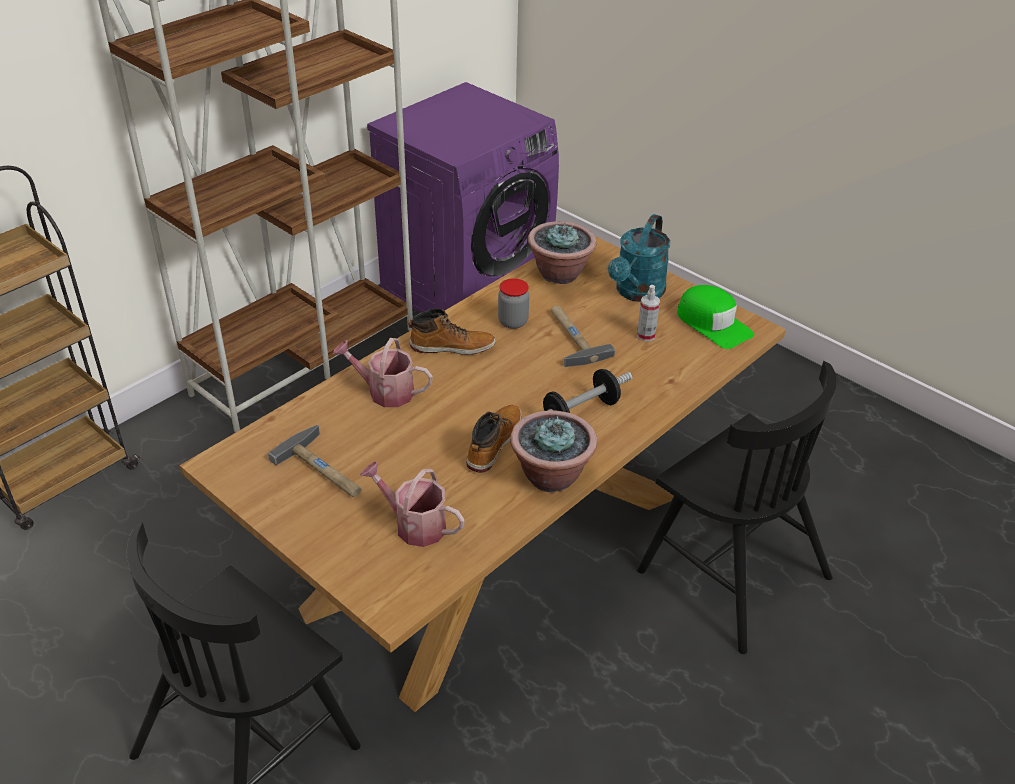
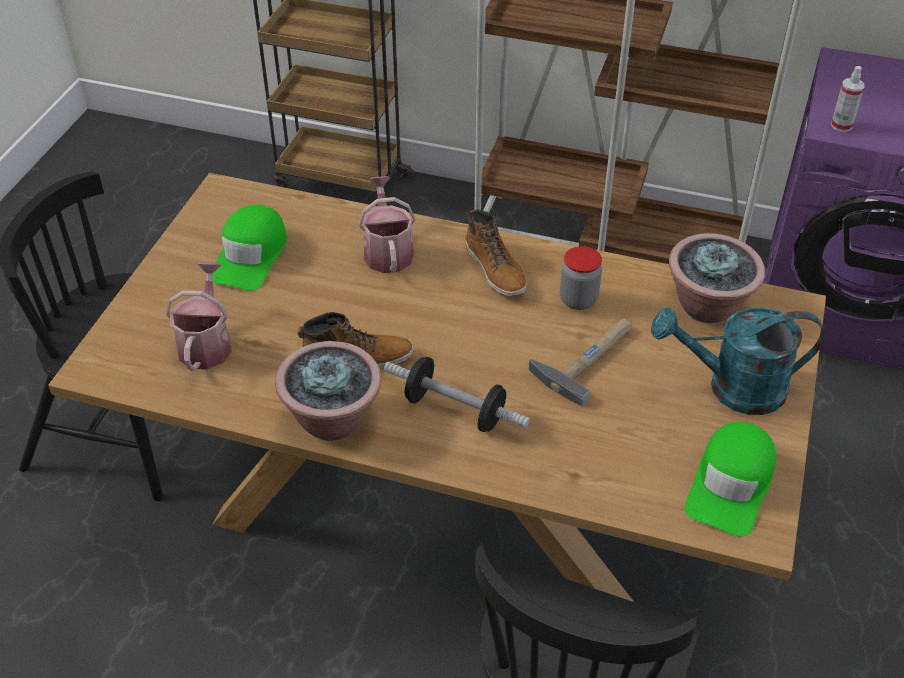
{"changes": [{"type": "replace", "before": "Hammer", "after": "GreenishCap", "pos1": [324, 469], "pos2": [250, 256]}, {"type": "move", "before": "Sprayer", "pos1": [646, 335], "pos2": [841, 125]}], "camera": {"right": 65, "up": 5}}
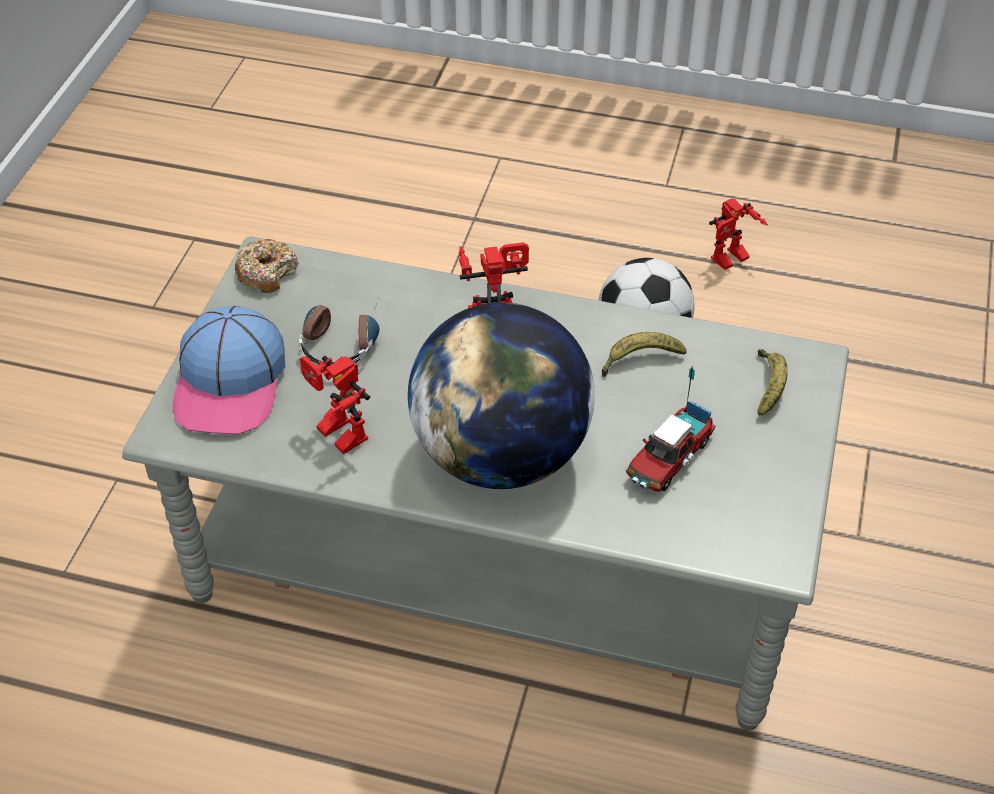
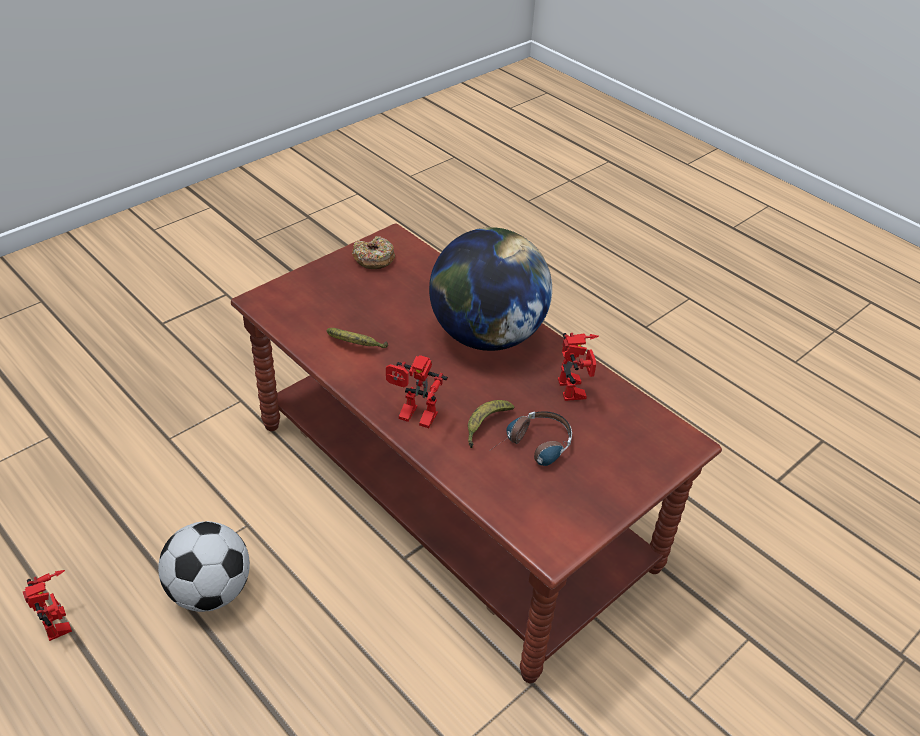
{"changes": [{"type": "rotate", "before": "ModelRobot", "pos1": [730, 261], "pos2": [62, 624], "turn": 60}, {"type": "recolor", "before": "GreyLowTable", "after": "BrownColouredLowTable", "pos1": [499, 560], "pos2": [451, 493]}, {"type": "move", "before": "Donut", "pos1": [267, 273], "pos2": [373, 259]}, {"type": "move", "before": "WholeBanana", "pos1": [769, 387], "pos2": [485, 426]}, {"type": "delete", "before": "Cap", "pos1": [231, 383]}, {"type": "delete", "before": "ToyTruck", "pos1": [669, 458]}], "camera": {"right": -150, "up": -5}}
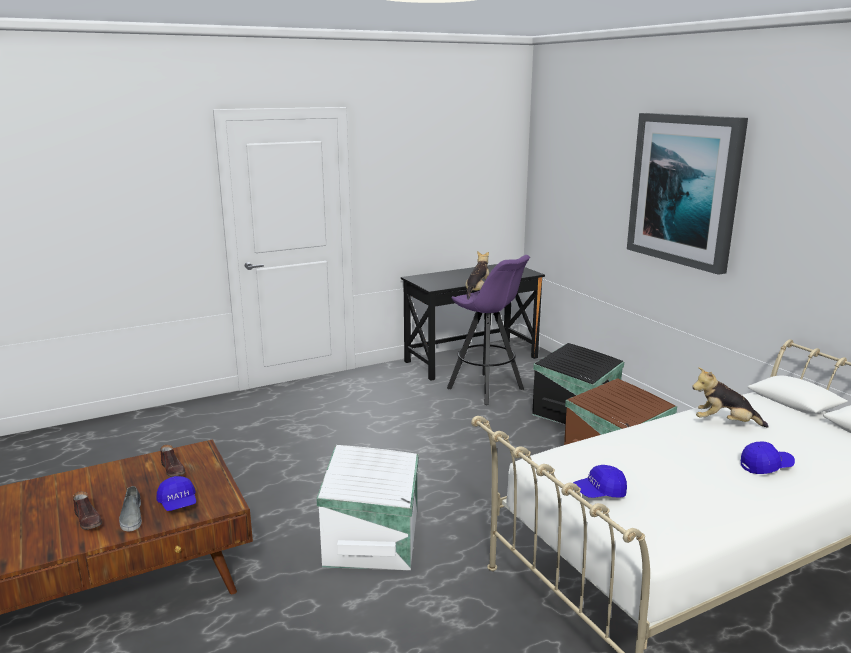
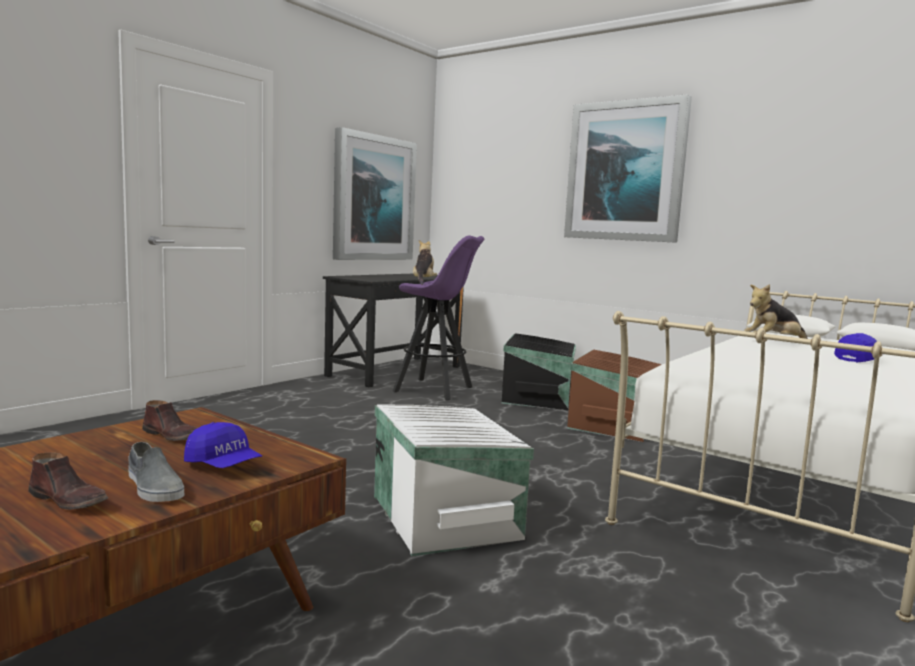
{"changes": [{"type": "insert", "after": "WallArt", "pos2": [373, 198]}, {"type": "delete", "before": "BluishCap", "pos1": [599, 493]}], "camera": {"right": -25, "up": -10}}
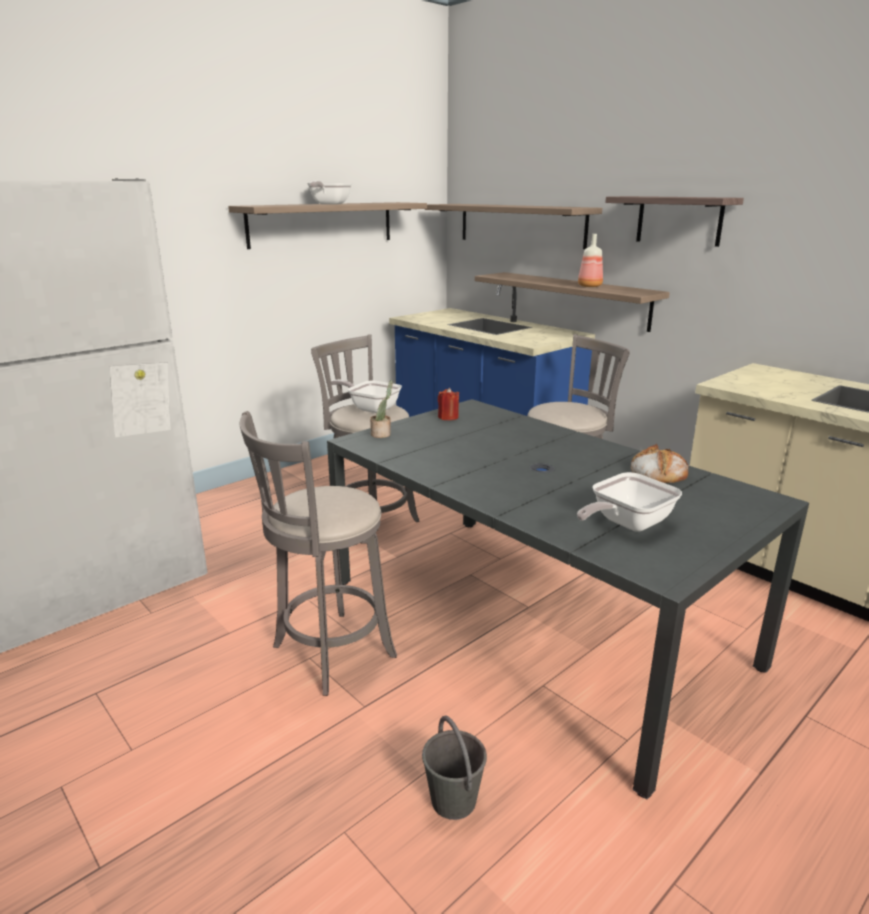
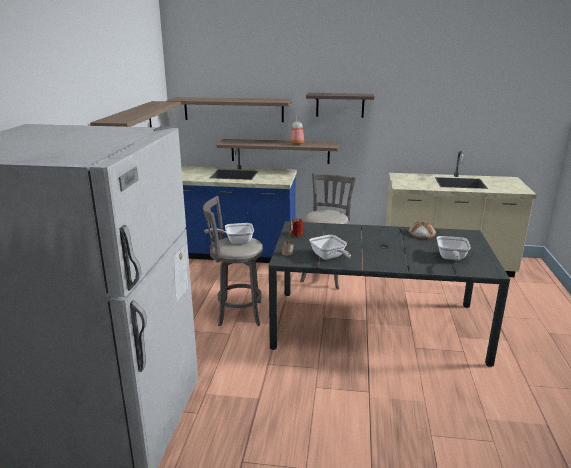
{"changes": [{"type": "move", "before": "FryingPan", "pos1": [328, 204], "pos2": [329, 257]}, {"type": "delete", "before": "GreyStoolSeat", "pos1": [328, 654]}, {"type": "delete", "before": "GreyPail", "pos1": [453, 799]}], "camera": {"right": -40, "up": 0}}
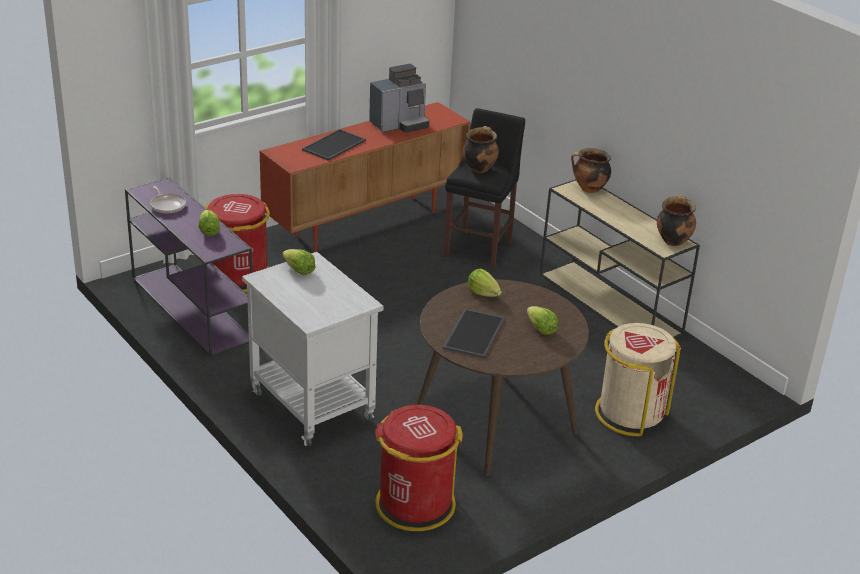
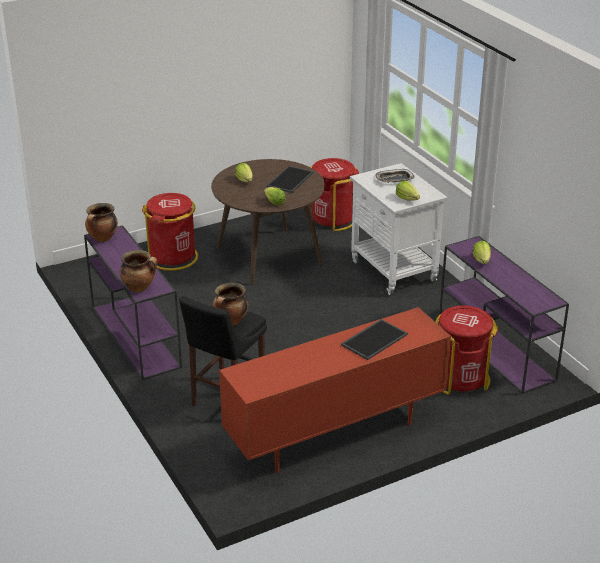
{"changes": [{"type": "recolor", "before": "BeigeColouredConsoleTable", "after": "PurpleConsoleTable", "pos1": [610, 304], "pos2": [134, 336]}, {"type": "recolor", "before": "BeigeColouredWasteBin", "after": "RedWasteBin", "pos1": [630, 413], "pos2": [173, 258]}, {"type": "insert", "after": "CarryingTray", "pos2": [394, 179]}, {"type": "delete", "before": "FryingPan", "pos1": [167, 205]}, {"type": "delete", "before": "CoffeeMaker", "pos1": [400, 124]}], "camera": {"right": -170, "up": 0}}
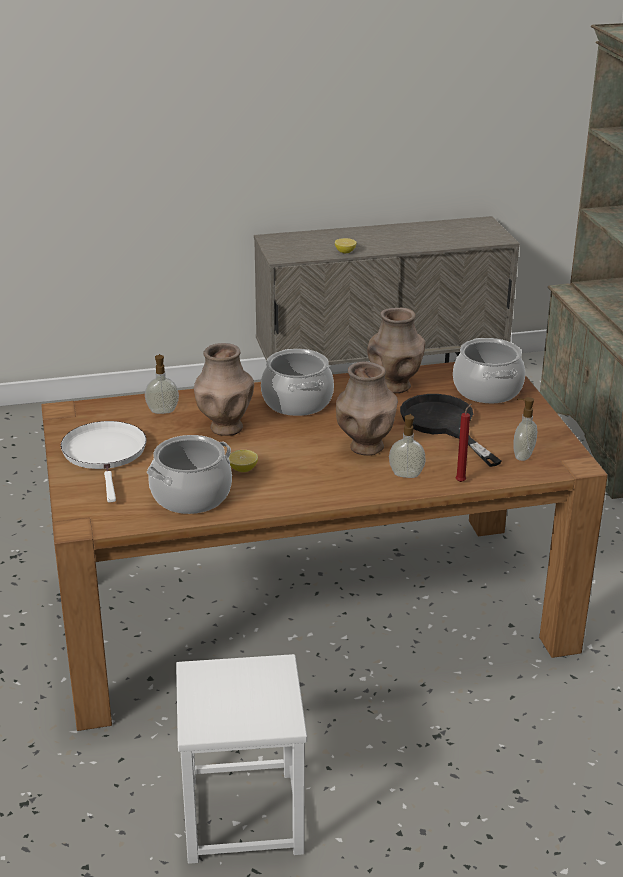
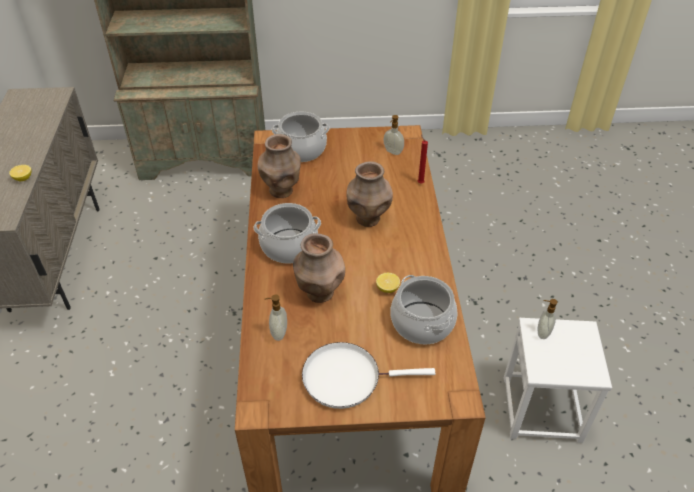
{"changes": [{"type": "move", "before": "SoapDispenser", "pos1": [406, 474], "pos2": [542, 332]}, {"type": "delete", "before": "BlackColouredFryingPan", "pos1": [443, 424]}], "camera": {"right": -80, "up": 15}}
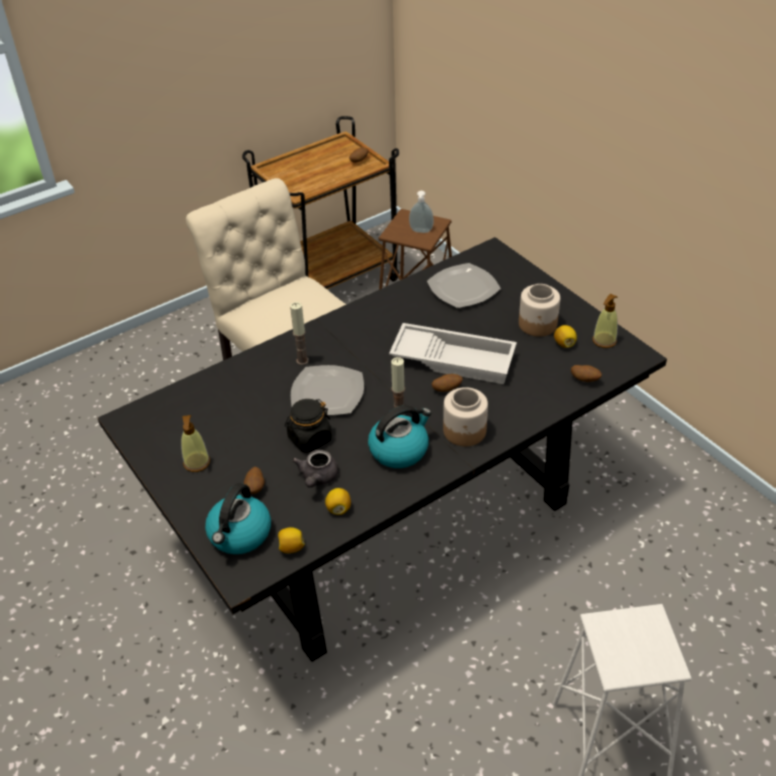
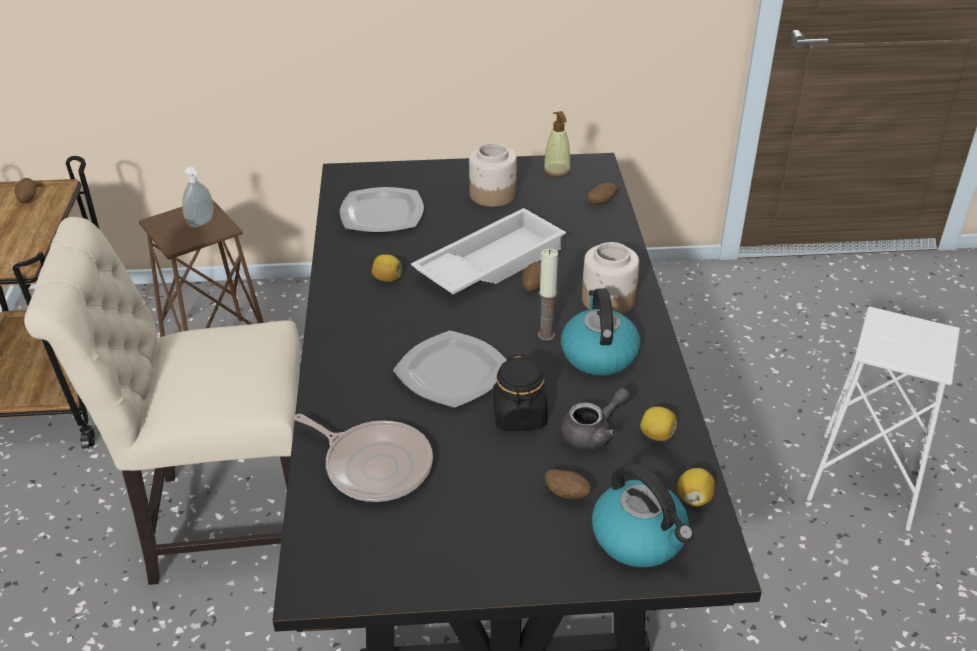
{"changes": [{"type": "insert", "after": "FryingPan", "pos2": [374, 465]}, {"type": "move", "before": "WholeLemon", "pos1": [564, 344], "pos2": [387, 279]}, {"type": "rotate", "before": "GreyPotForTea", "pos1": [317, 478], "pos2": [593, 434], "turn": -75}, {"type": "delete", "before": "SoapDispenser", "pos1": [197, 463]}, {"type": "delete", "before": "WaxLight", "pos1": [302, 361]}], "camera": {"right": -60, "up": -5}}
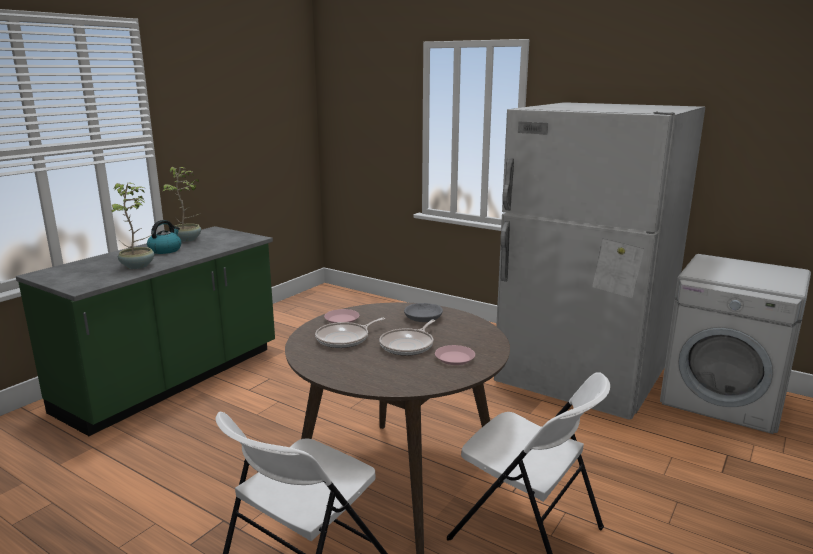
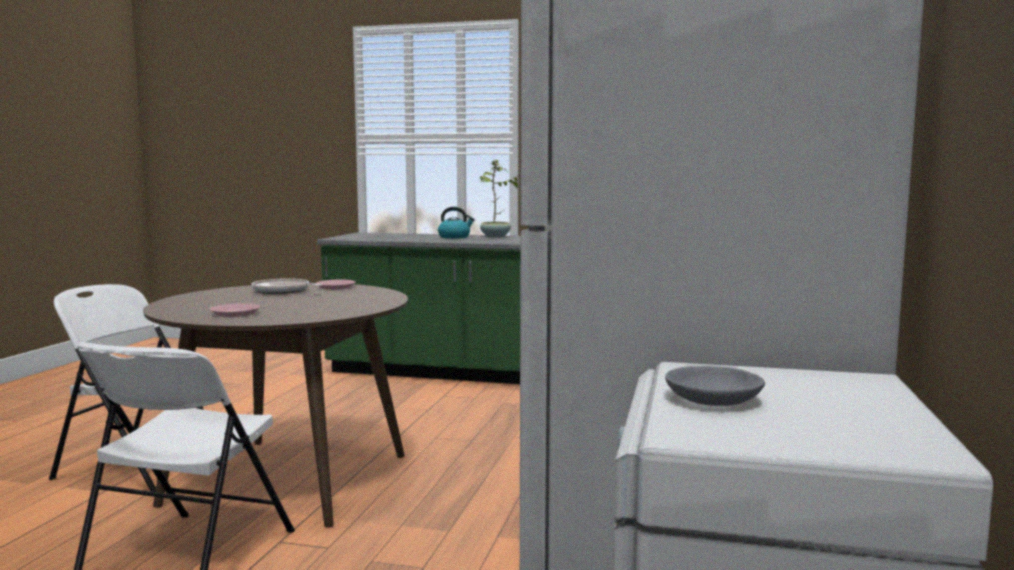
{"changes": [{"type": "move", "before": "GreyServingBowl", "pos1": [423, 318], "pos2": [715, 399]}, {"type": "delete", "before": "Houseplant", "pos1": [138, 266]}, {"type": "delete", "before": "FryingPan", "pos1": [408, 345]}], "camera": {"right": 70, "up": -10}}
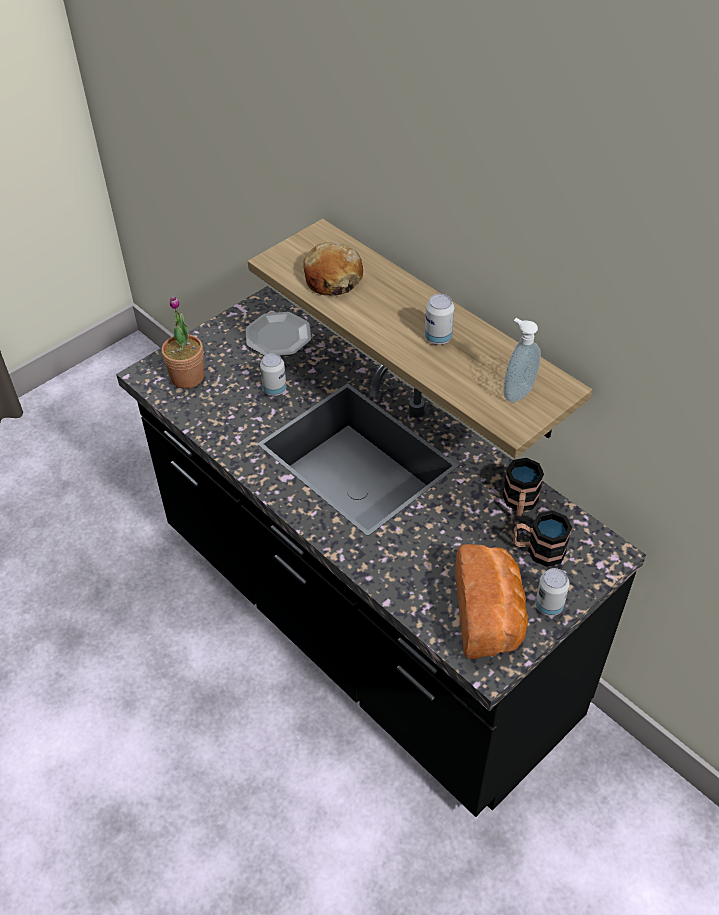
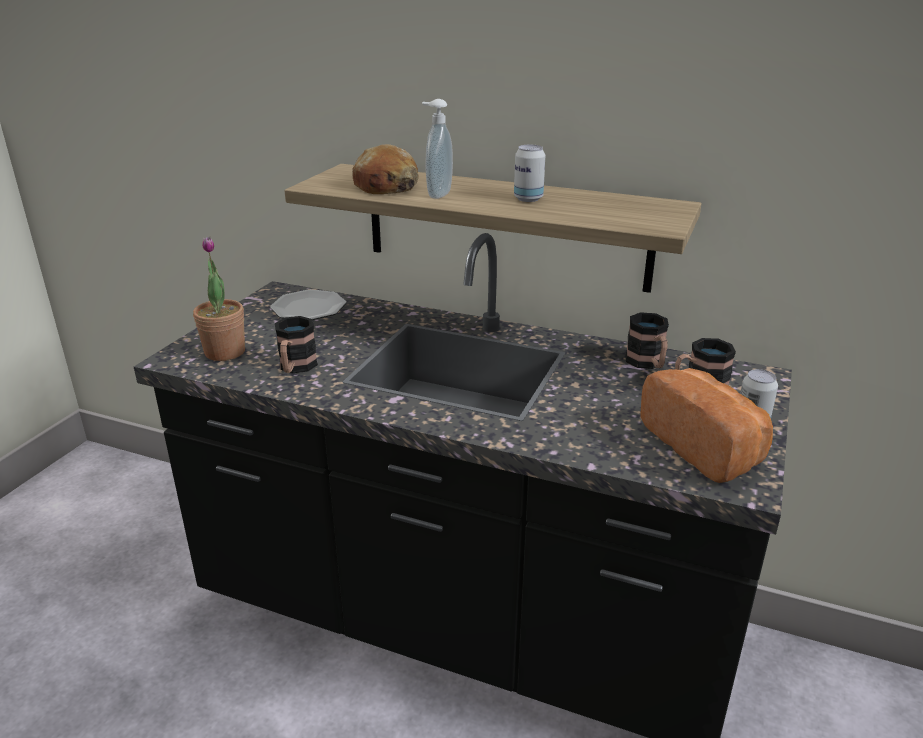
{"changes": [{"type": "insert", "after": "Mug", "pos2": [295, 368]}, {"type": "move", "before": "SoapDispenser", "pos1": [516, 392], "pos2": [437, 194]}, {"type": "delete", "before": "Can", "pos1": [274, 389]}], "camera": {"right": -25, "up": -20}}
